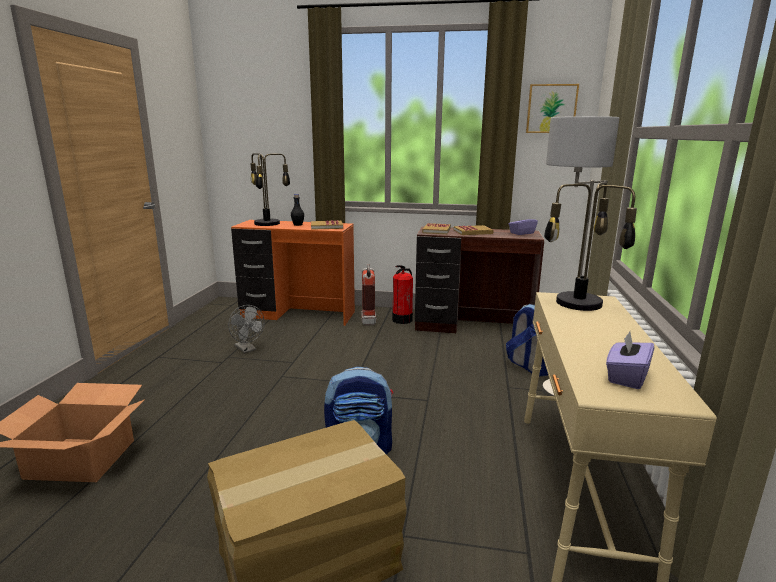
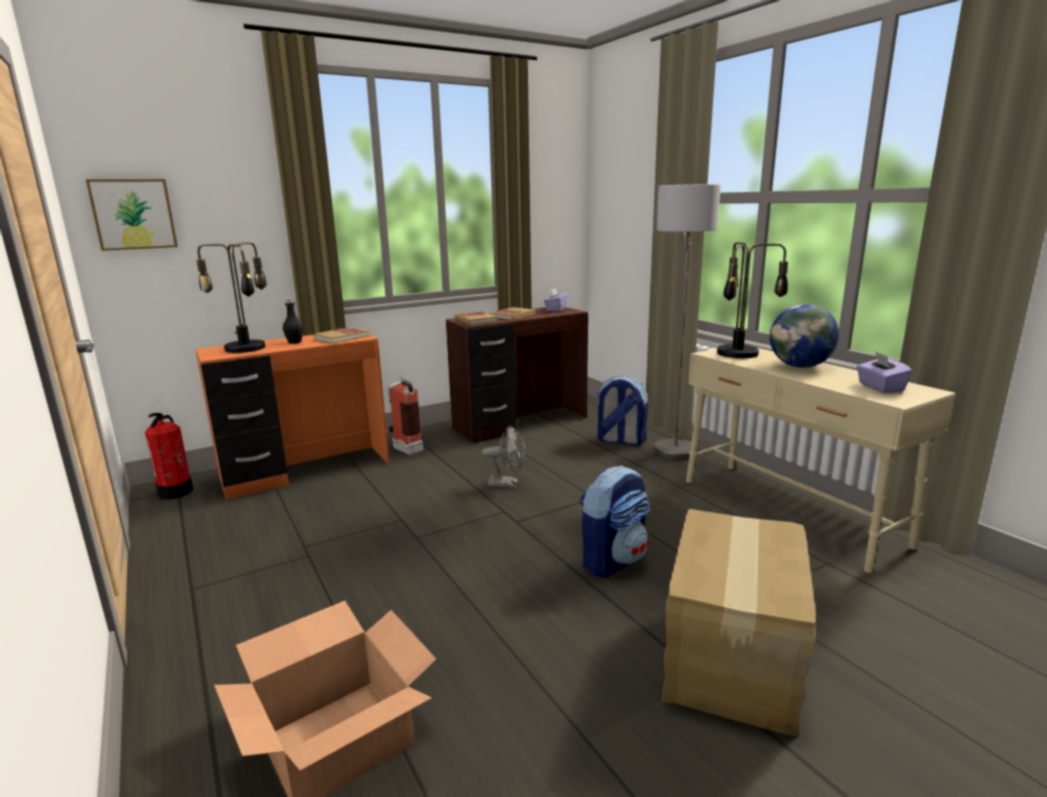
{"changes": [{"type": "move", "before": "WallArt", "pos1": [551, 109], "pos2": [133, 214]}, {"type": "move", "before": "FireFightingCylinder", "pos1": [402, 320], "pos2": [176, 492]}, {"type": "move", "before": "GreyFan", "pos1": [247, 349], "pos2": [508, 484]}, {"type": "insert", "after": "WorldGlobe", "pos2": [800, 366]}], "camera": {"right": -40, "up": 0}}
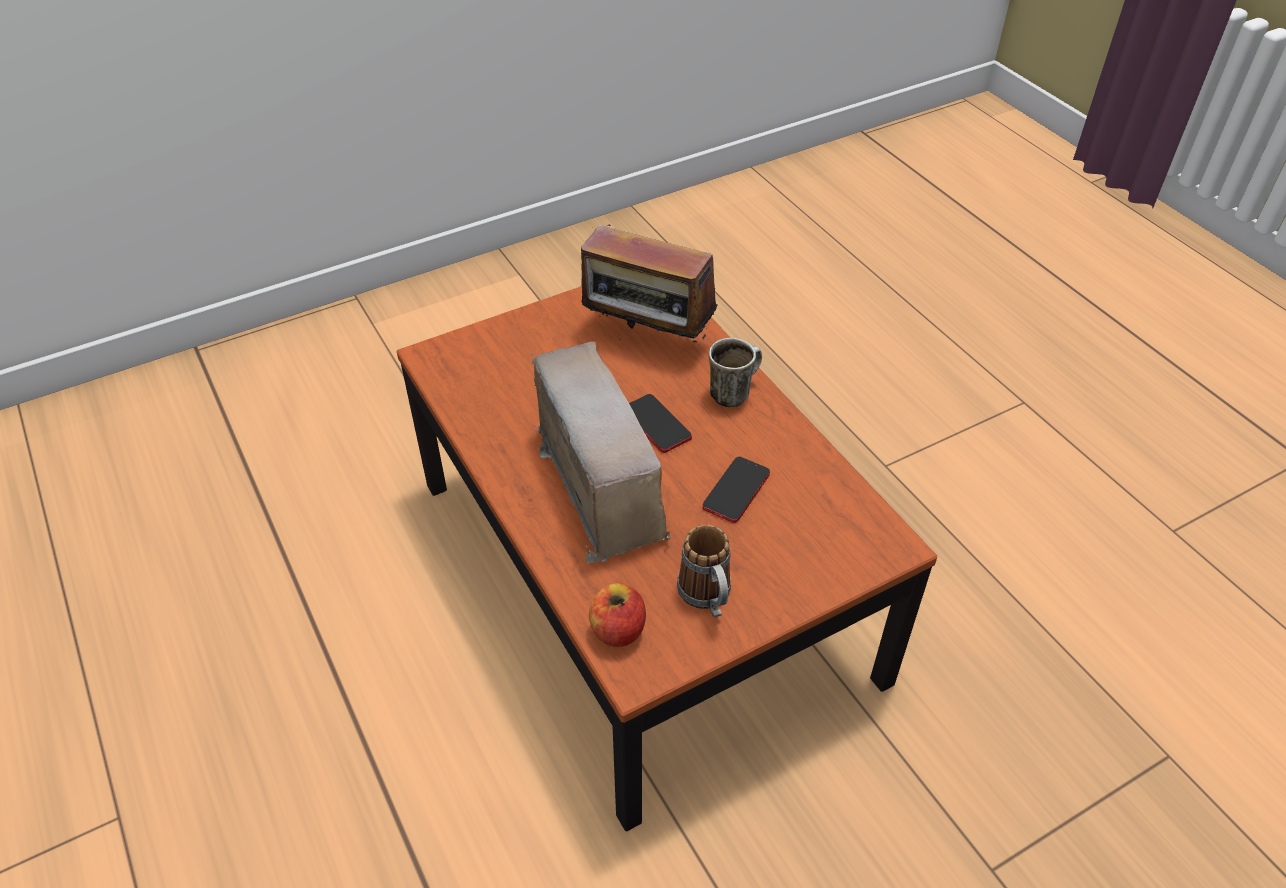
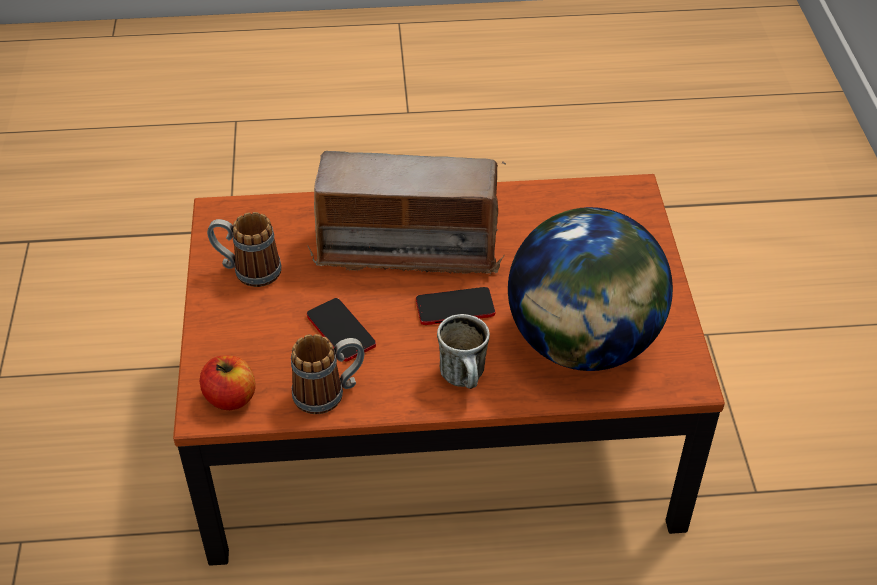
{"changes": [{"type": "move", "before": "Apple", "pos1": [617, 630], "pos2": [231, 397]}, {"type": "insert", "after": "Mug", "pos2": [329, 393]}, {"type": "replace", "before": "Radio", "after": "WorldGlobe", "pos1": [647, 339], "pos2": [582, 343]}], "camera": {"right": 115, "up": 0}}
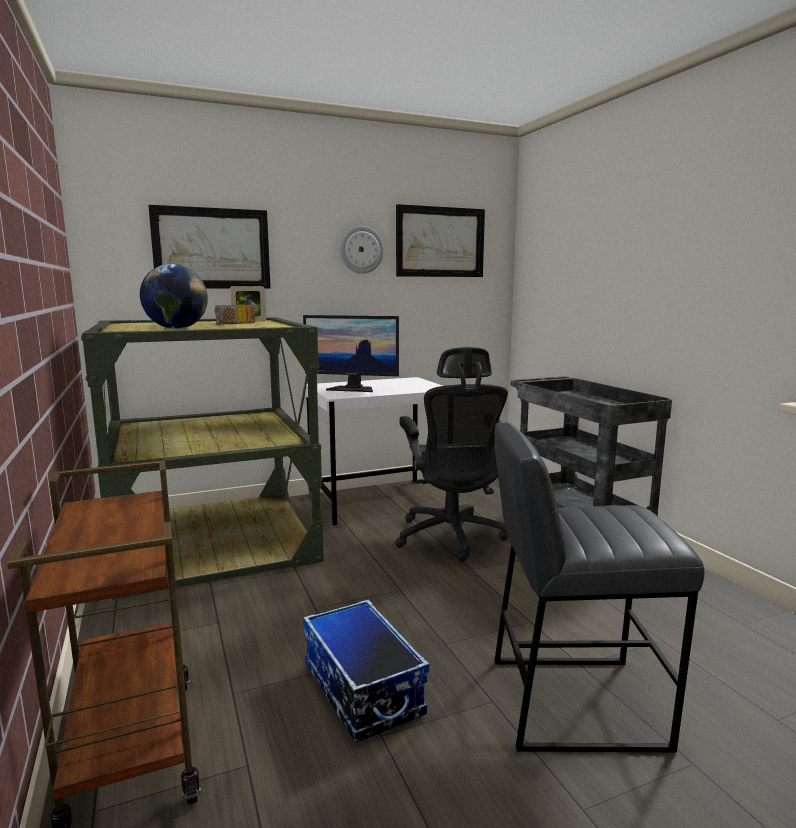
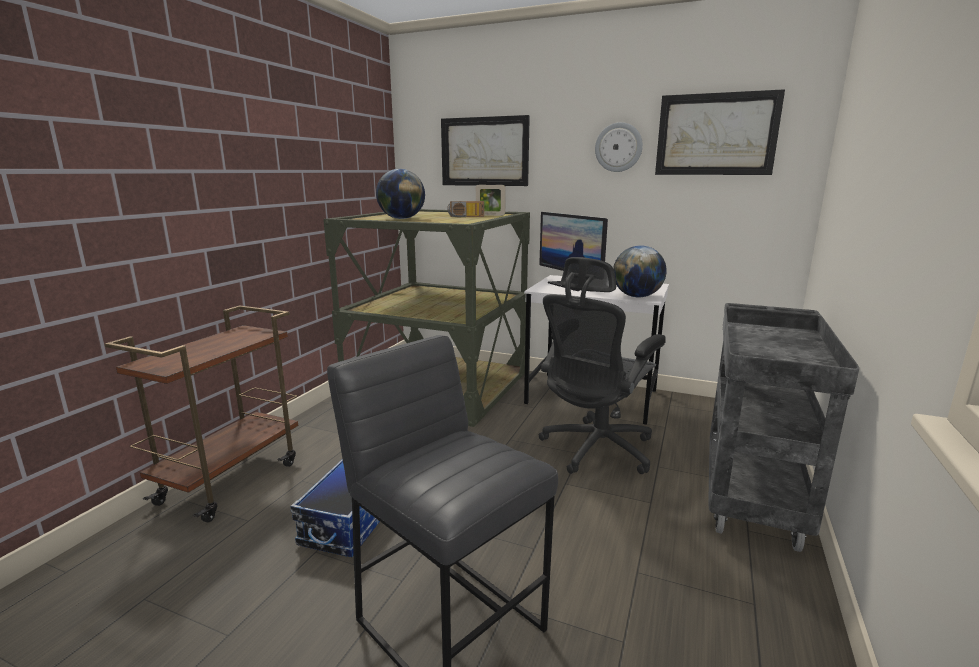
{"changes": [{"type": "insert", "after": "WorldGlobe", "pos2": [637, 296]}], "camera": {"right": 45, "up": 5}}
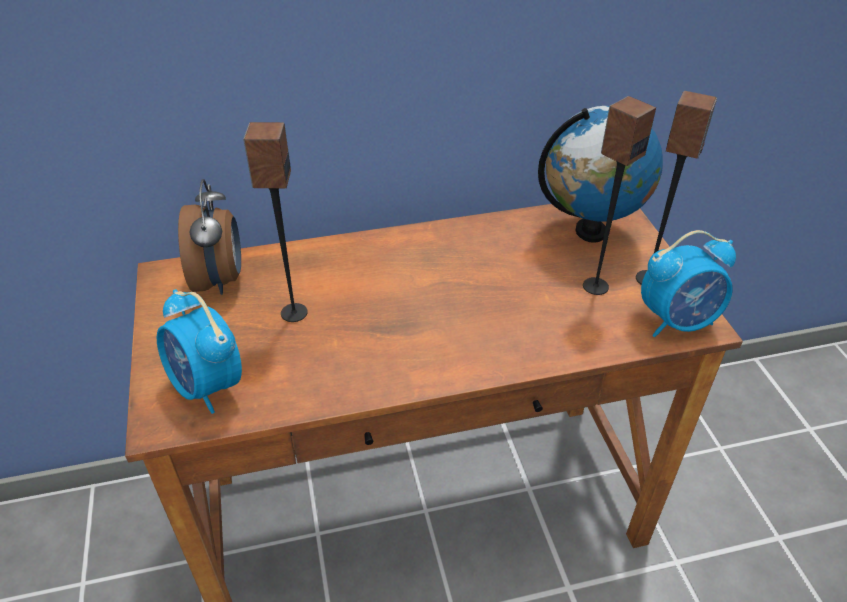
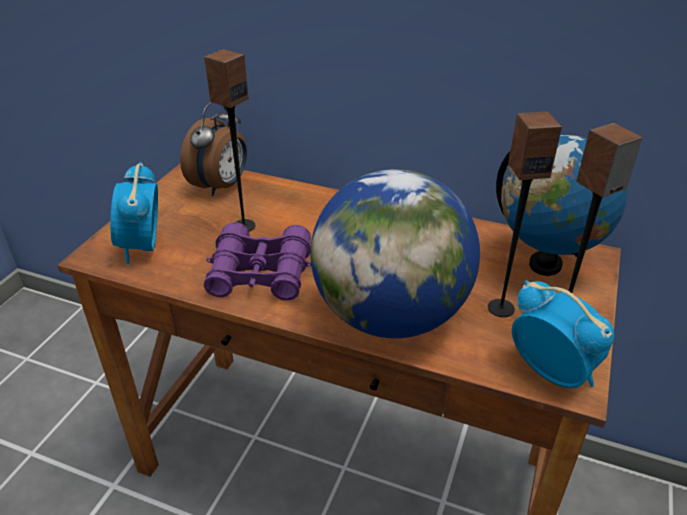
{"changes": [{"type": "insert", "after": "PurpleBinoculars", "pos2": [260, 273]}, {"type": "insert", "after": "WorldGlobe", "pos2": [390, 315]}, {"type": "rotate", "before": "AlarmClock", "pos1": [677, 321], "pos2": [551, 371], "turn": -150}], "camera": {"right": 35, "up": -5}}
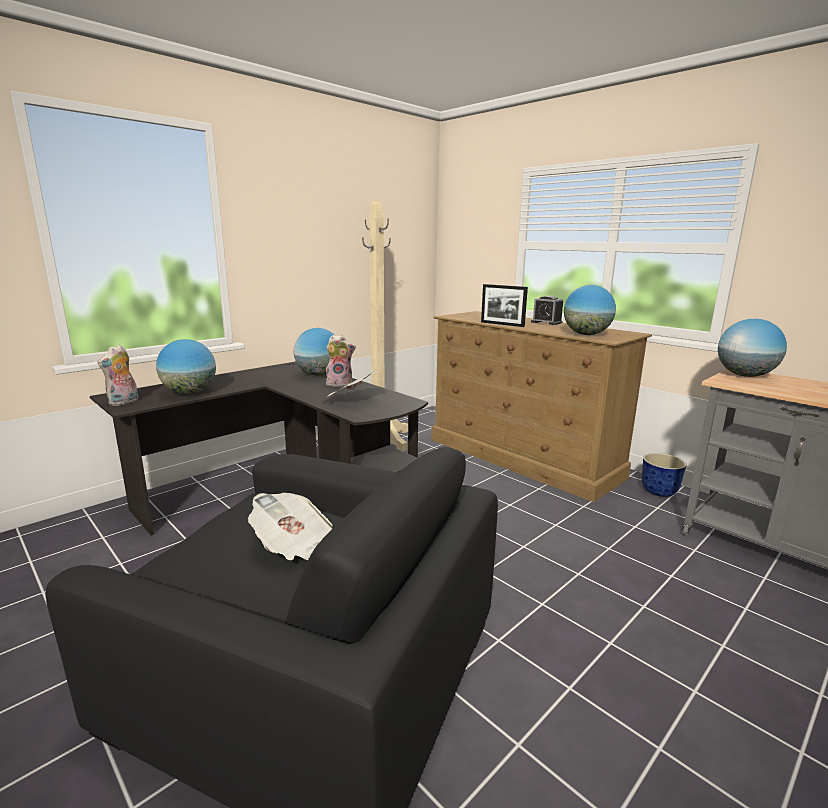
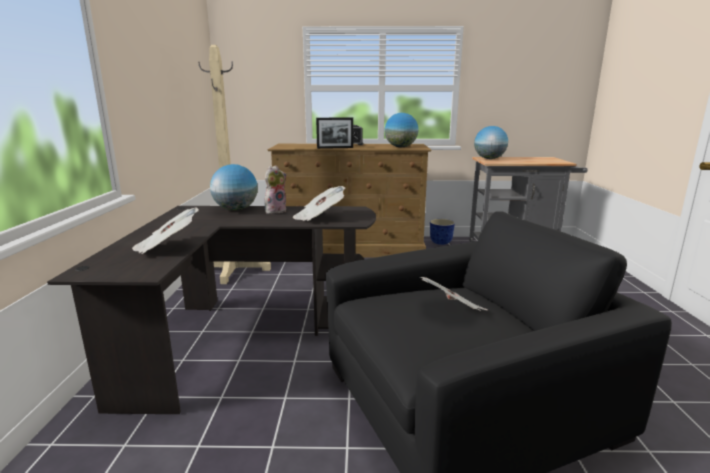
{"changes": [{"type": "replace", "before": "WorldGlobe", "after": "PrintedPaper", "pos1": [189, 393], "pos2": [166, 247]}, {"type": "delete", "before": "PlushToy", "pos1": [124, 402]}], "camera": {"right": -45, "up": 0}}
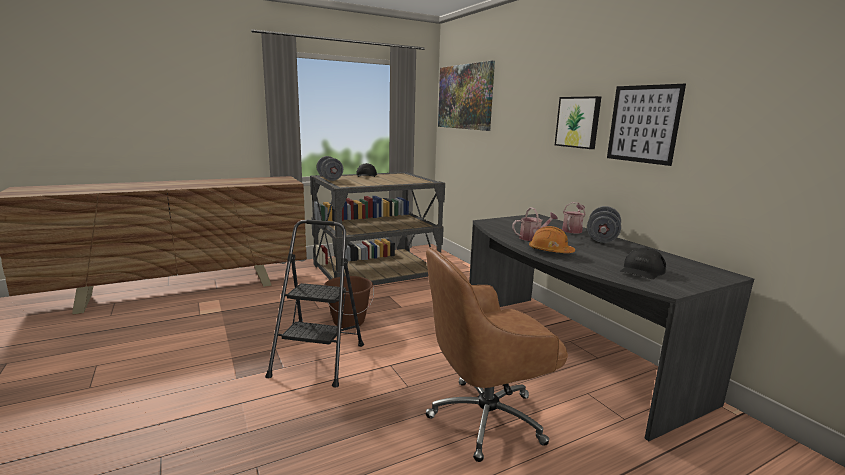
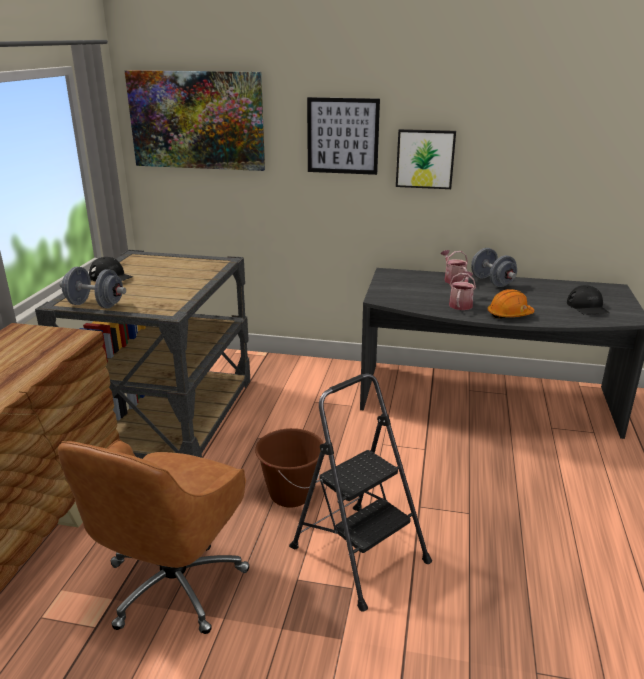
{"changes": [{"type": "move", "before": "BrownColouredComputerChair", "pos1": [485, 417], "pos2": [173, 584]}, {"type": "move", "before": "WallArt", "pos1": [643, 124], "pos2": [342, 136]}], "camera": {"right": -50, "up": 10}}
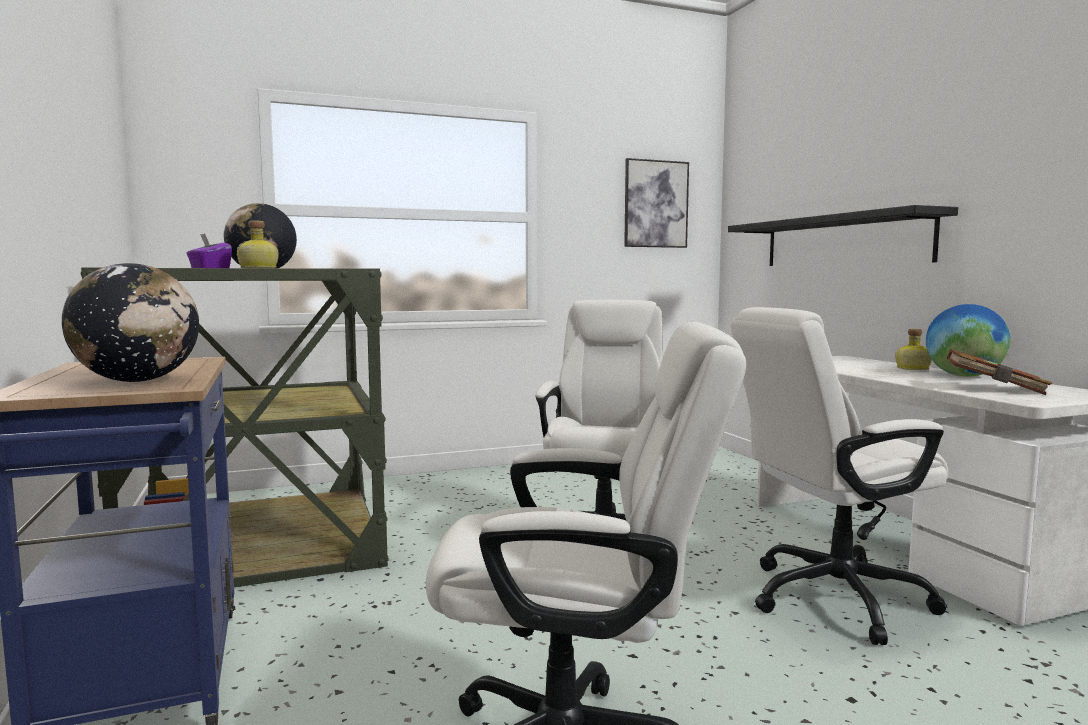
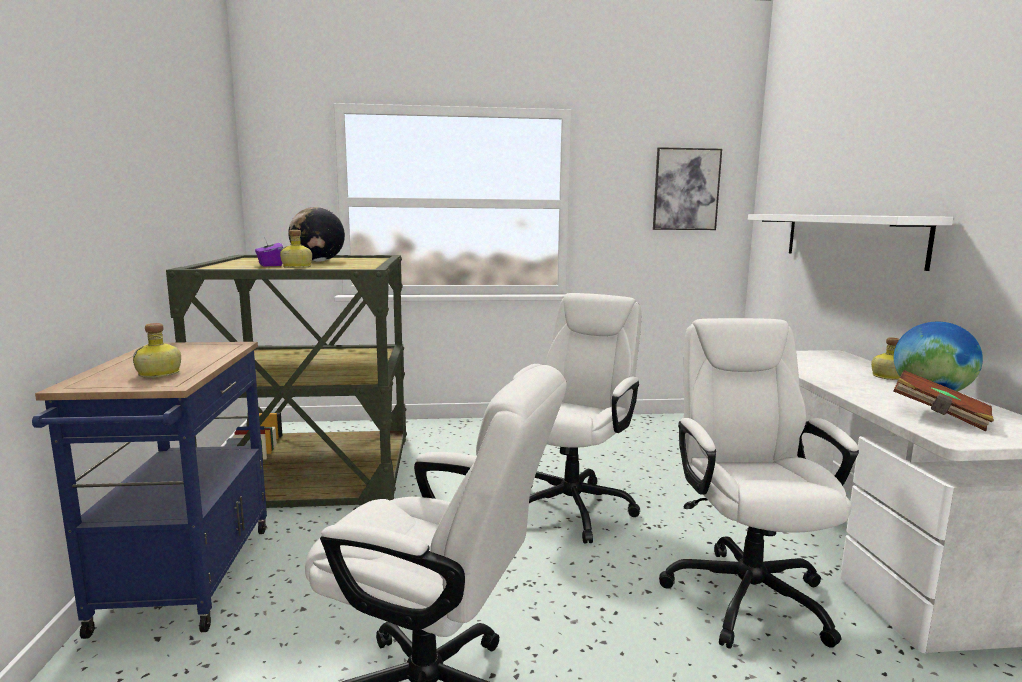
{"changes": [{"type": "replace", "before": "WorldGlobe", "after": "DrinkBottle", "pos1": [137, 381], "pos2": [160, 374]}, {"type": "rotate", "before": "WhiteComputerChair", "pos1": [830, 600], "pos2": [744, 593], "turn": 90}, {"type": "recolor", "before": "BlackColouredWallShelf", "after": "WhiteWallShelf", "pos1": [843, 241], "pos2": [850, 238]}], "camera": {"right": 15, "up": 5}}
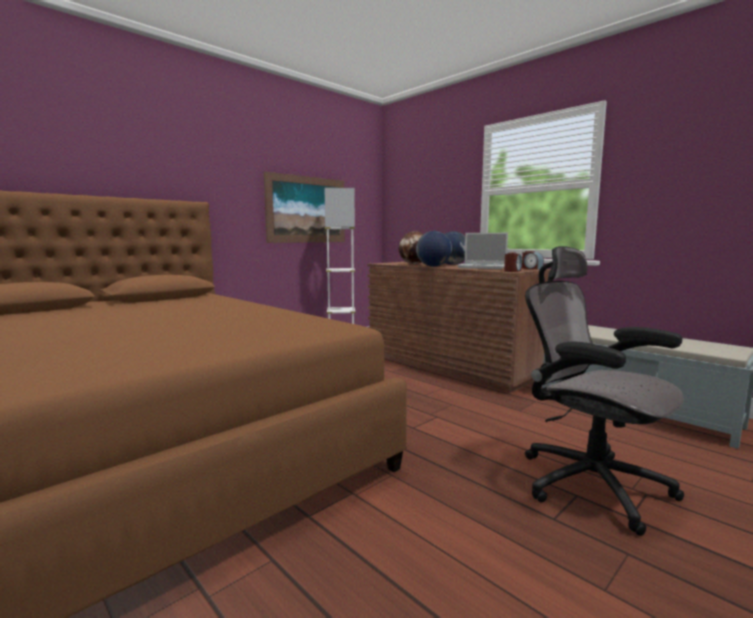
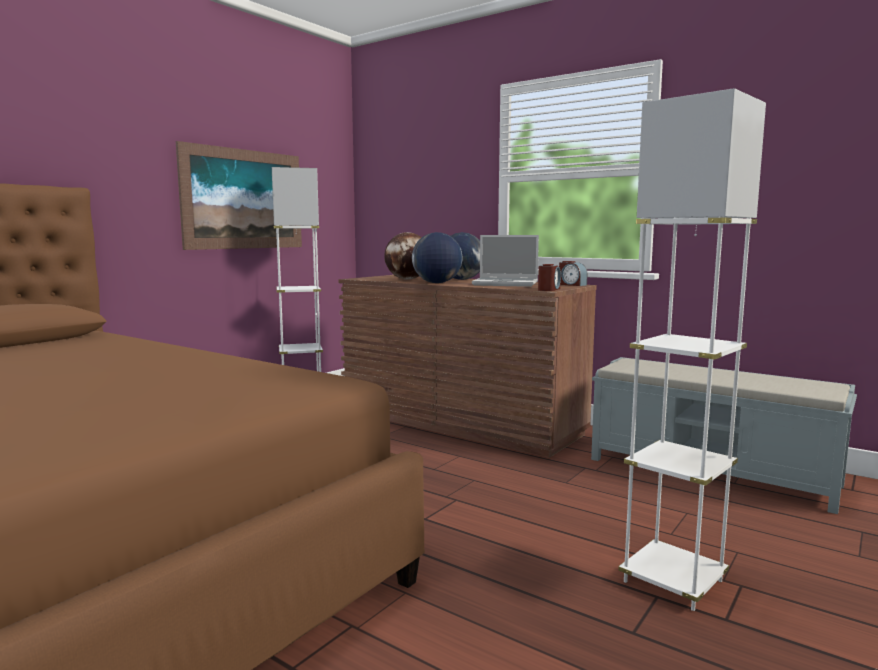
{"changes": [{"type": "replace", "before": "ComputerChair", "after": "WhiteStandingLamp", "pos1": [591, 486], "pos2": [672, 581]}], "camera": {"right": -10, "up": 0}}
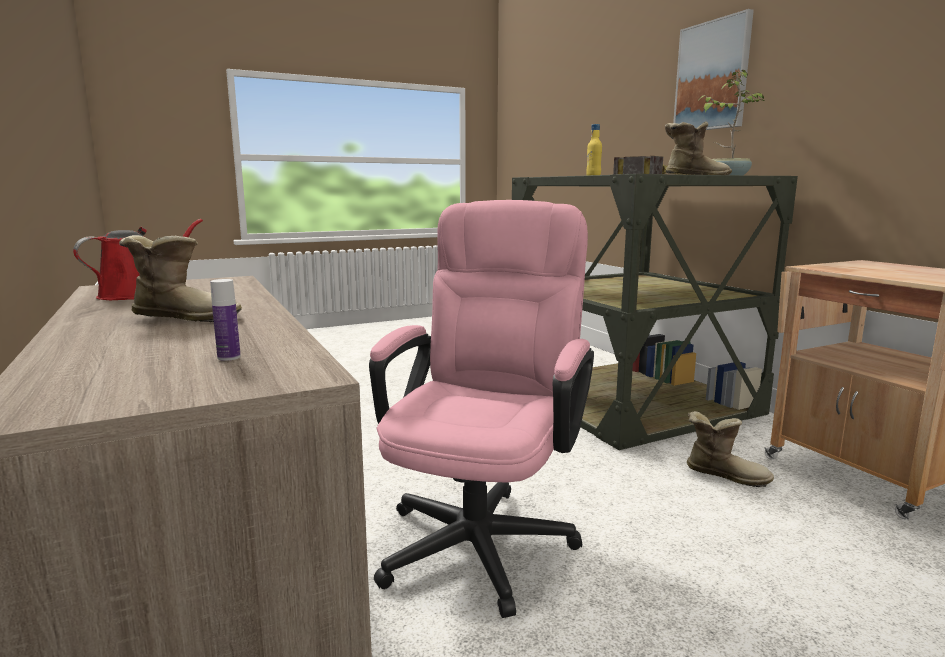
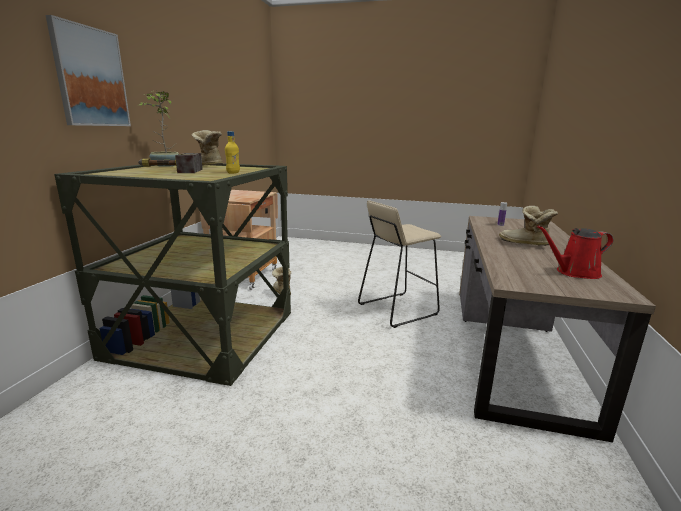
{"changes": [{"type": "replace", "before": "PinkComputerChair", "after": "BeigeColouredStoolSeat", "pos1": [483, 533], "pos2": [396, 309]}], "camera": {"right": -140, "up": 5}}
